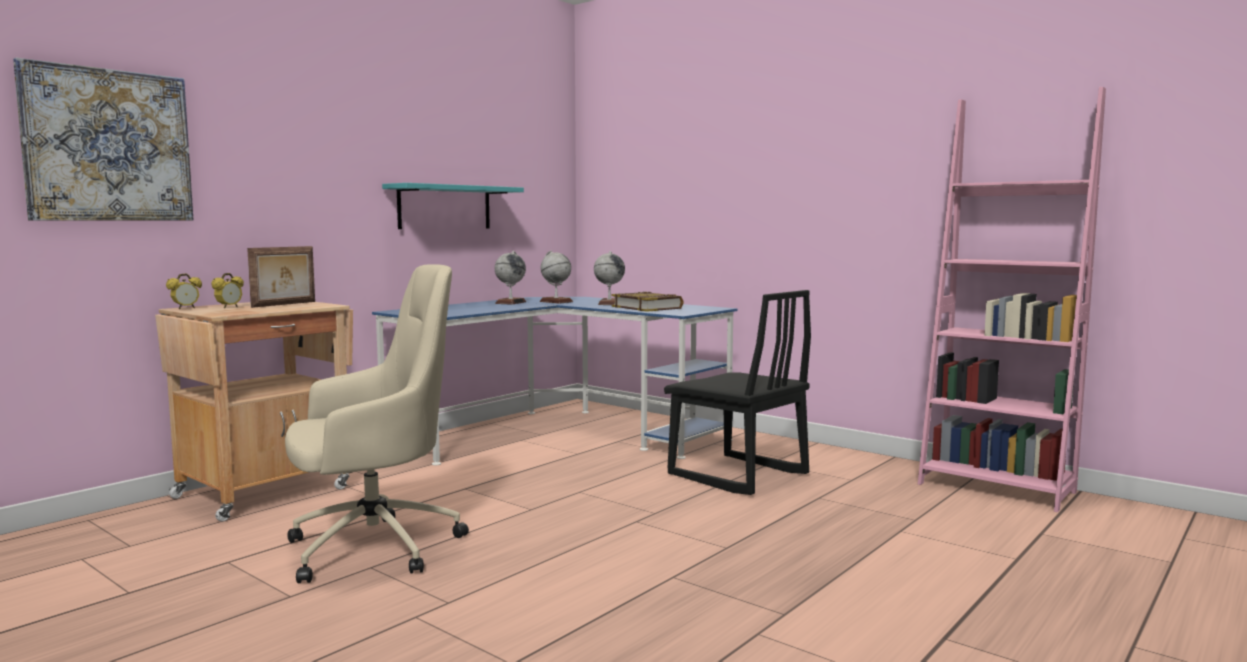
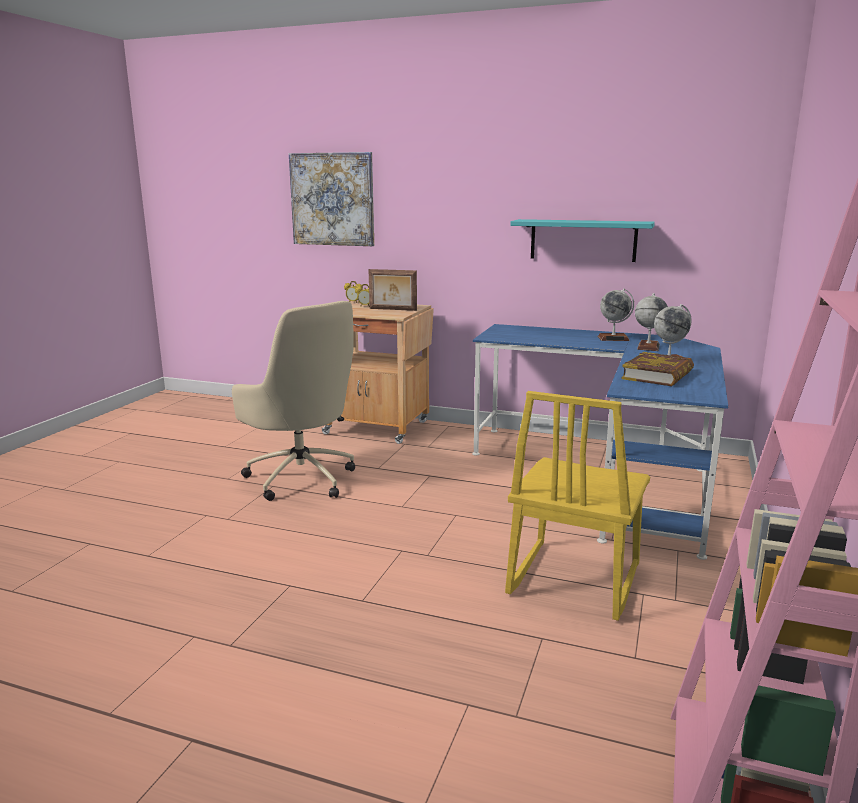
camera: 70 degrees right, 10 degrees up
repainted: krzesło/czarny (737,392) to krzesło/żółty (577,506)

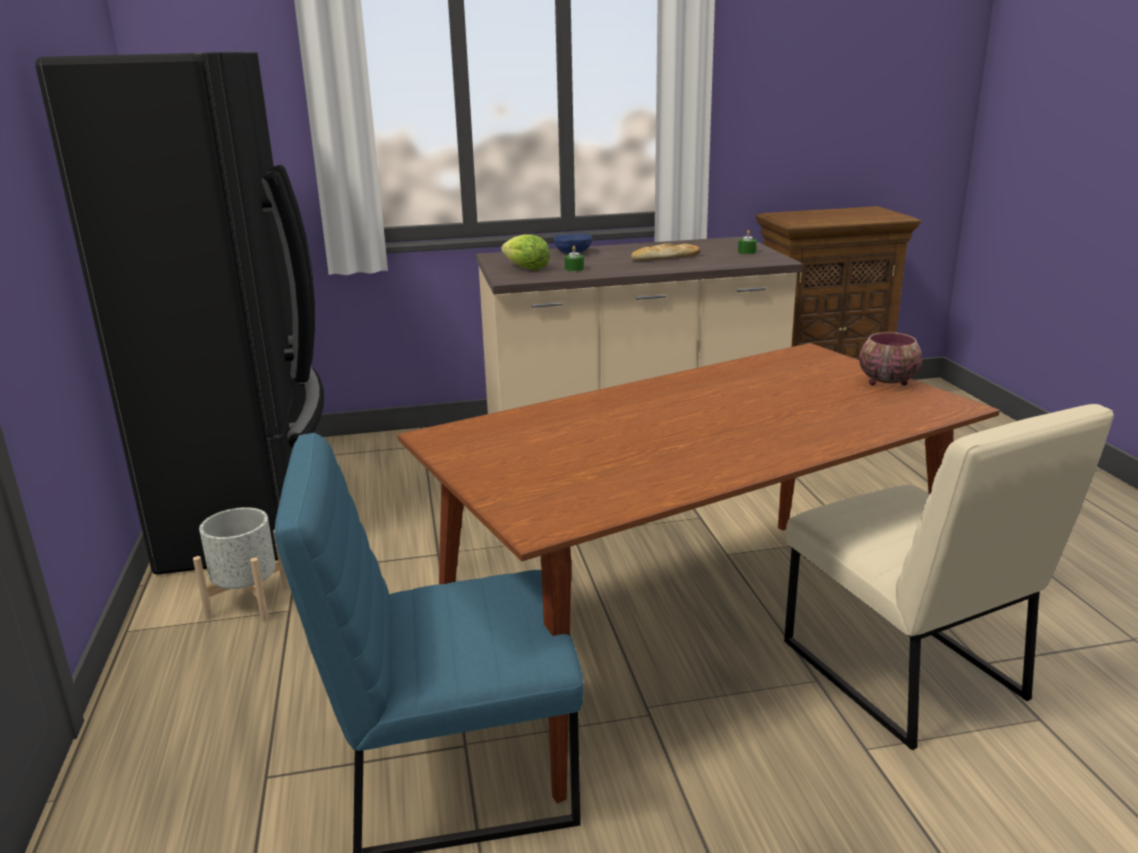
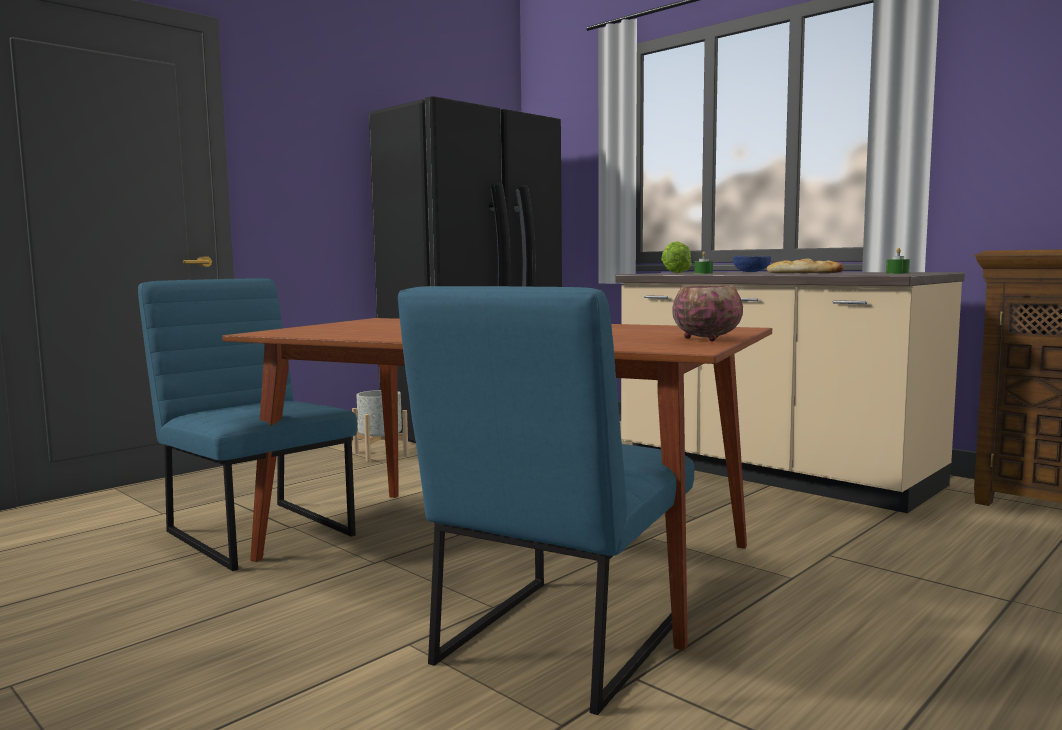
camera: 55 degrees right, 15 degrees down
repainted: krzesło/beżowy (949,577) to krzesło/niebieski (546,500)

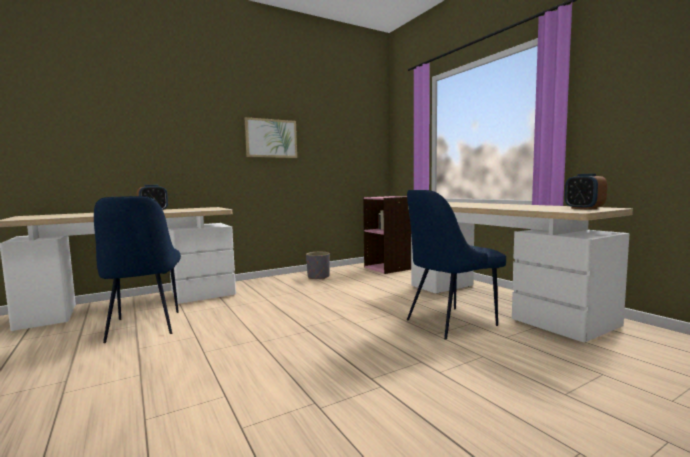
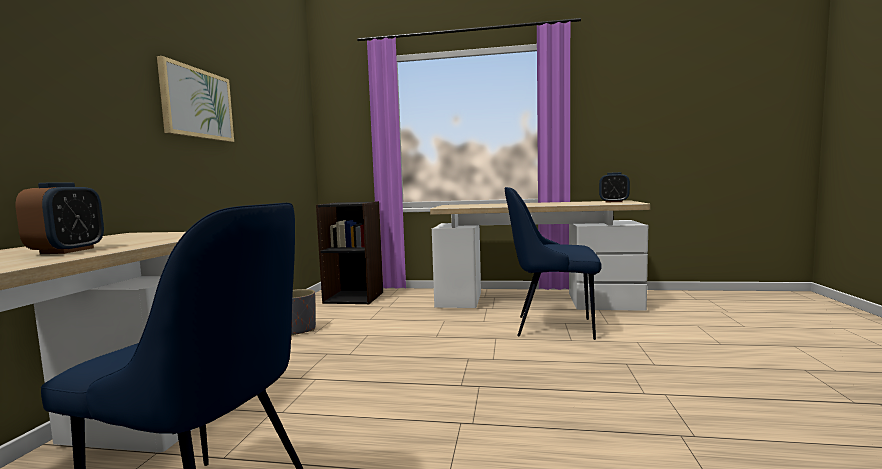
camera: 50 degrees left, 0 degrees up
repainted: regał/różowy (387,235) to regał/czarny (349,252)
rotated: krzesło/niebieski (456,265) = (553,263) 90 degrees clockwise

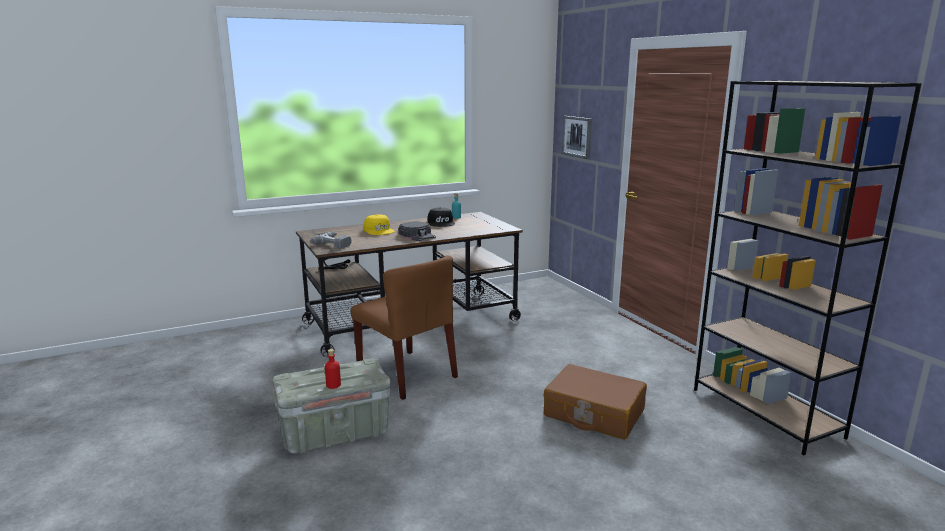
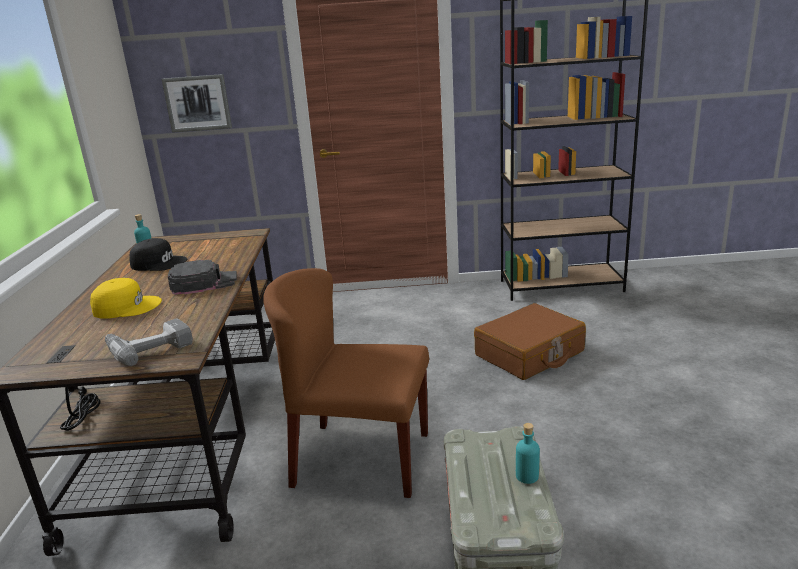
camera: 65 degrees left, 5 degrees up
repainted: butelka/czerwony (333,369) to butelka/turkusowy (528,453)
rotated: krzesło/brązowy (404,327) = (346,383) 150 degrees counterclockwise

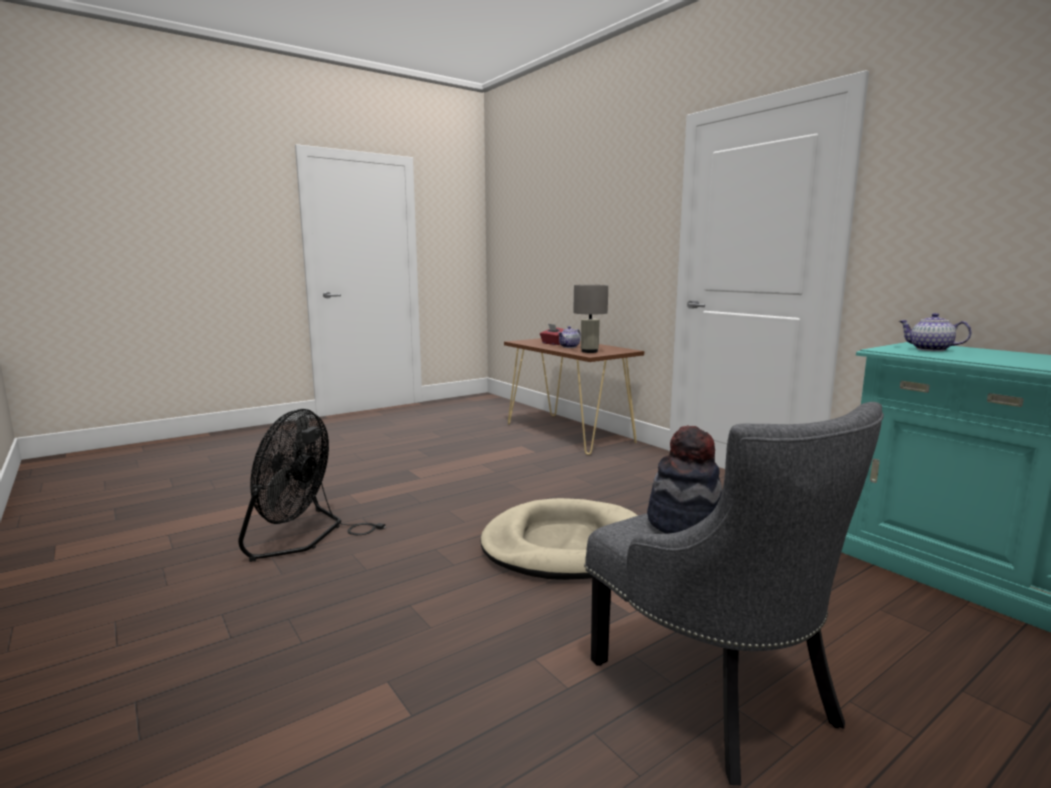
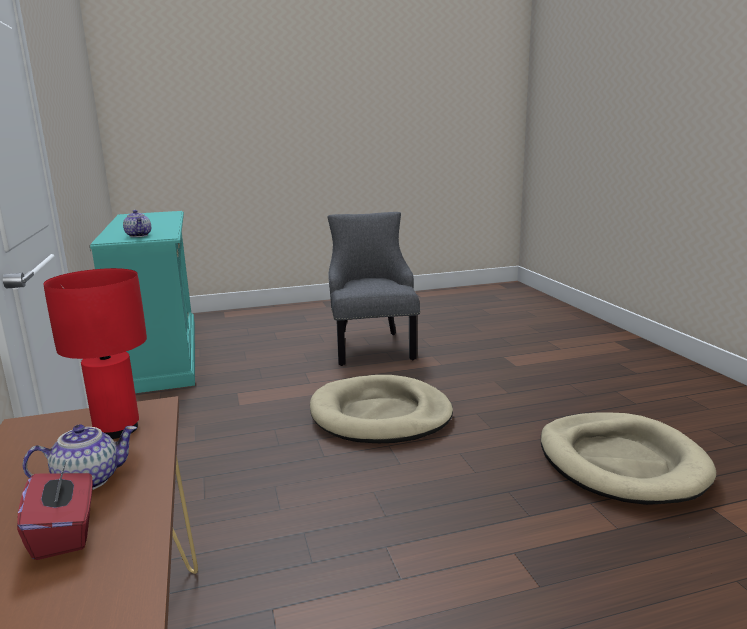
camera: 160 degrees left, 5 degrees up
gone: kapelusz (684,479)
swapped: wentylator/czarny (311,485) to legowisko/beżowy (628,458)
repainted: lampa stołowa/szary (591,319) to lampa stołowa/czerwony (95,353)

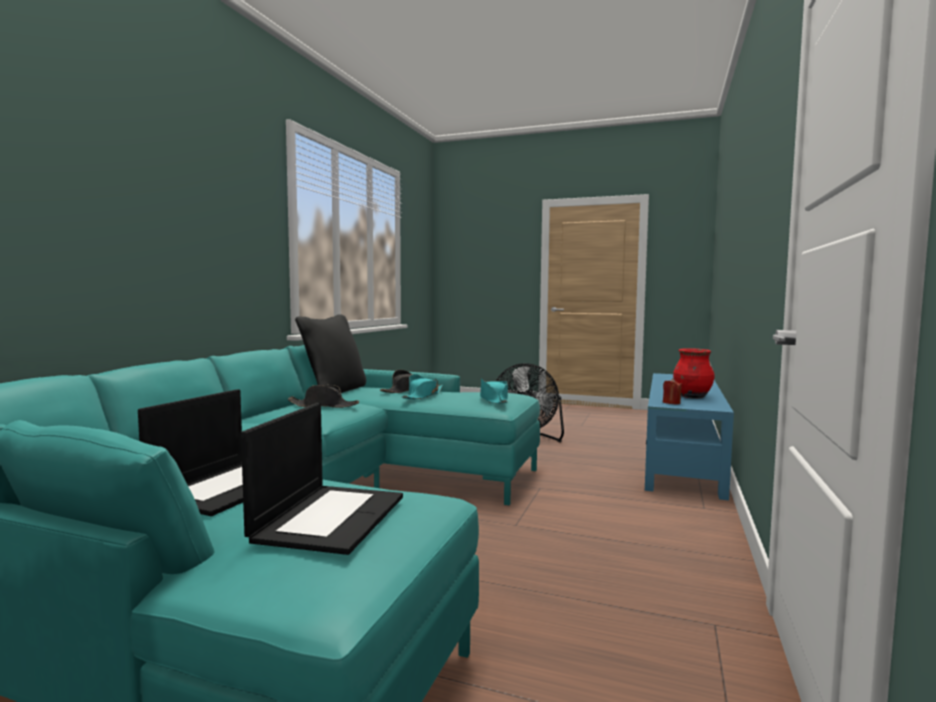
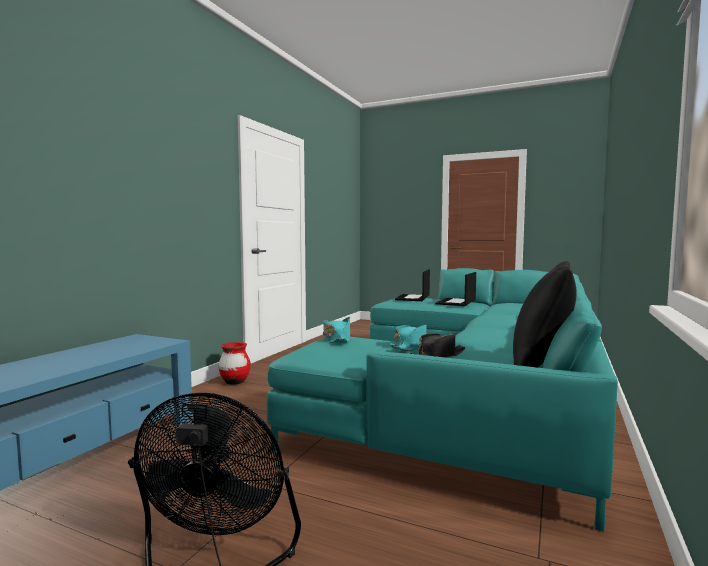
camera: 175 degrees left, 0 degrees up
gone: kapelusz/czarny (323,396); świeca/czerwony (672,391)
shifted: wazon/czerwony (694,373) to (234,363)

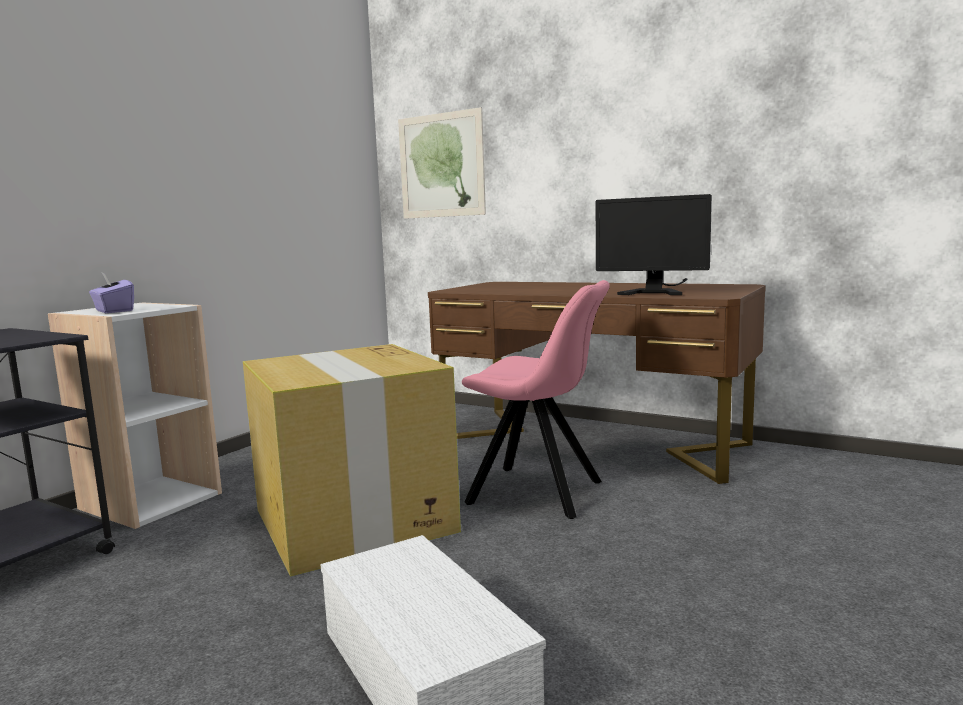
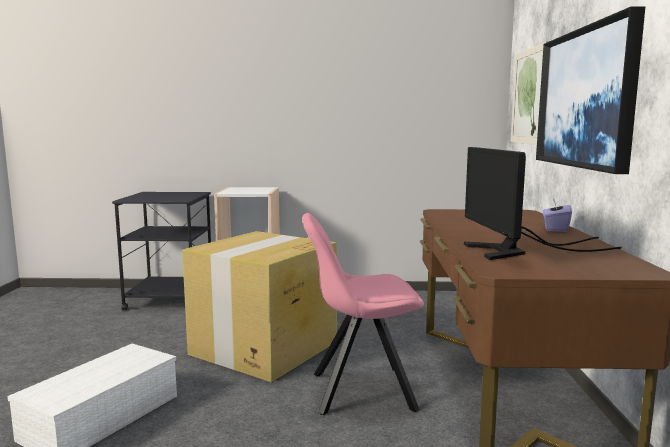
camera: 60 degrees right, 0 degrees up
new: obraz (590,90)
shifted: pudełko chusteczek/fioletowy (111,292) to (557,215)
rotated: krzesło/różowy (536,399) = (363,314) 90 degrees clockwise

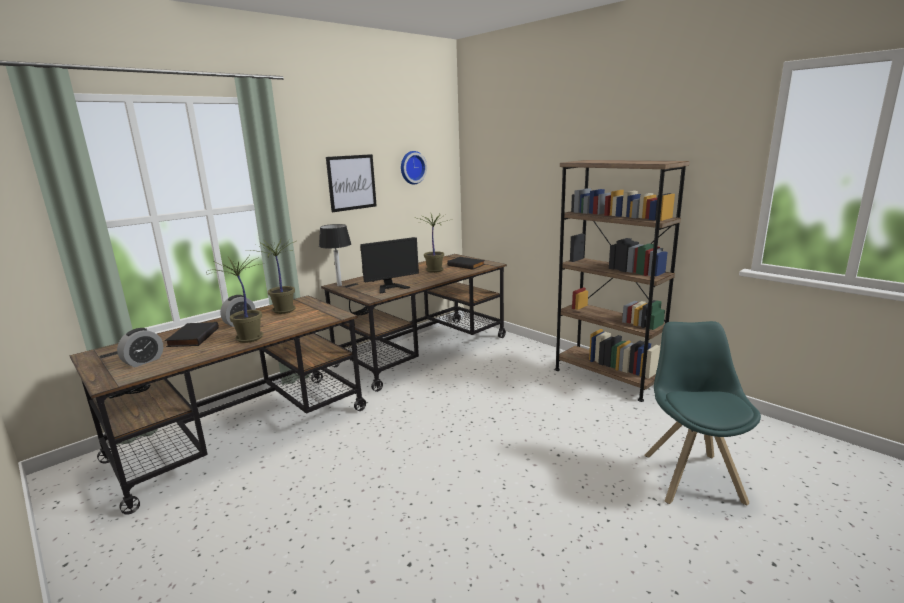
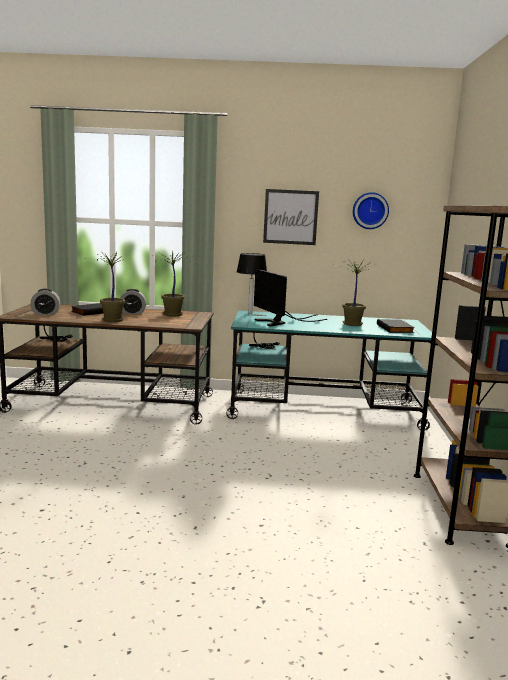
camera: 45 degrees right, 5 degrees down
gone: krzesło/turkusowy (702,413)
repainted: biurko/brązowy (414,323) to biurko/turkusowy (331,370)
rotated: monitor (389,265) = (290,298) 45 degrees clockwise

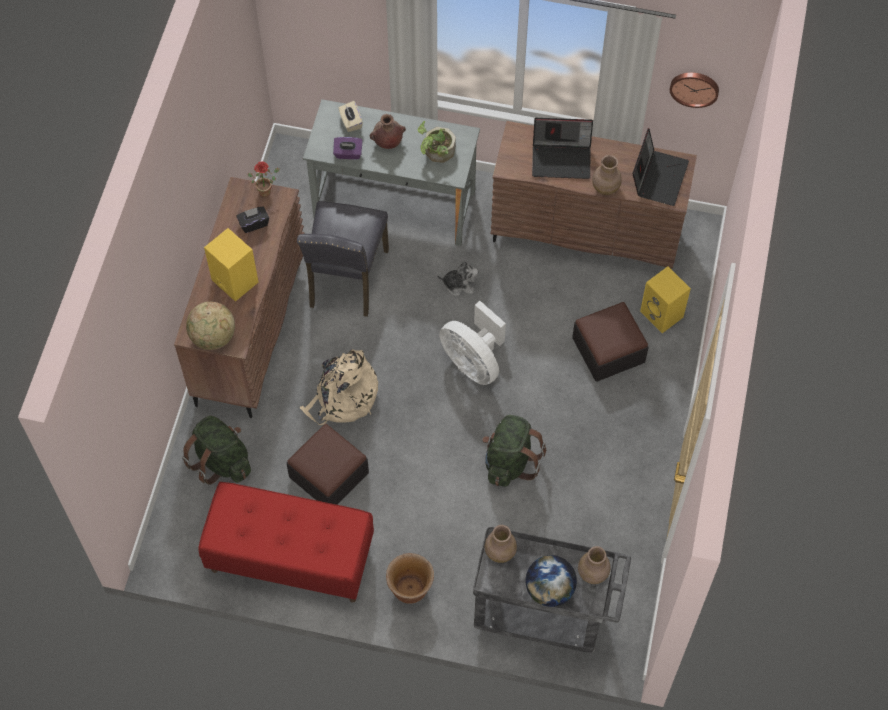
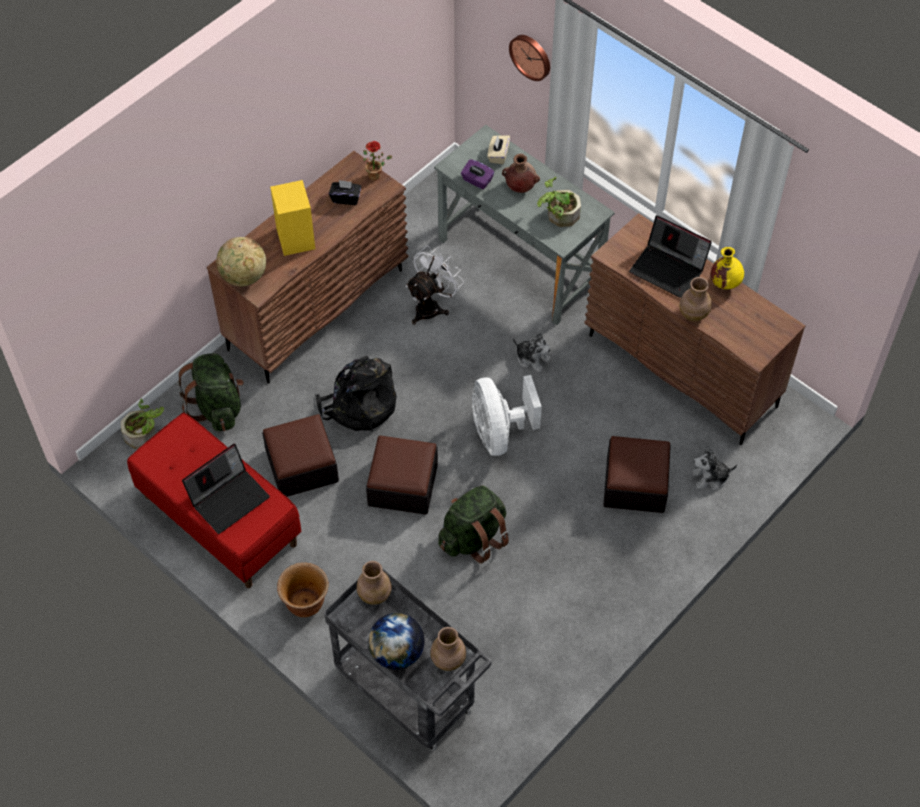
camera: 30 degrees right, 5 degrees down
new: roślina doniczkowa (142,424); pufa (402,475); wazon/żółty (727,268)
shifted: laptop (660,167) to (226,489); zegar ścienny (694,90) to (529,58)
swapped: krzesło/szary (343,259) to wentylator/biały (435,285); głośnik/żółty (665,299) to pluszak (714,467)
repainted: plecak/beżowy (338,387) to plecak/czarny (356,393)

